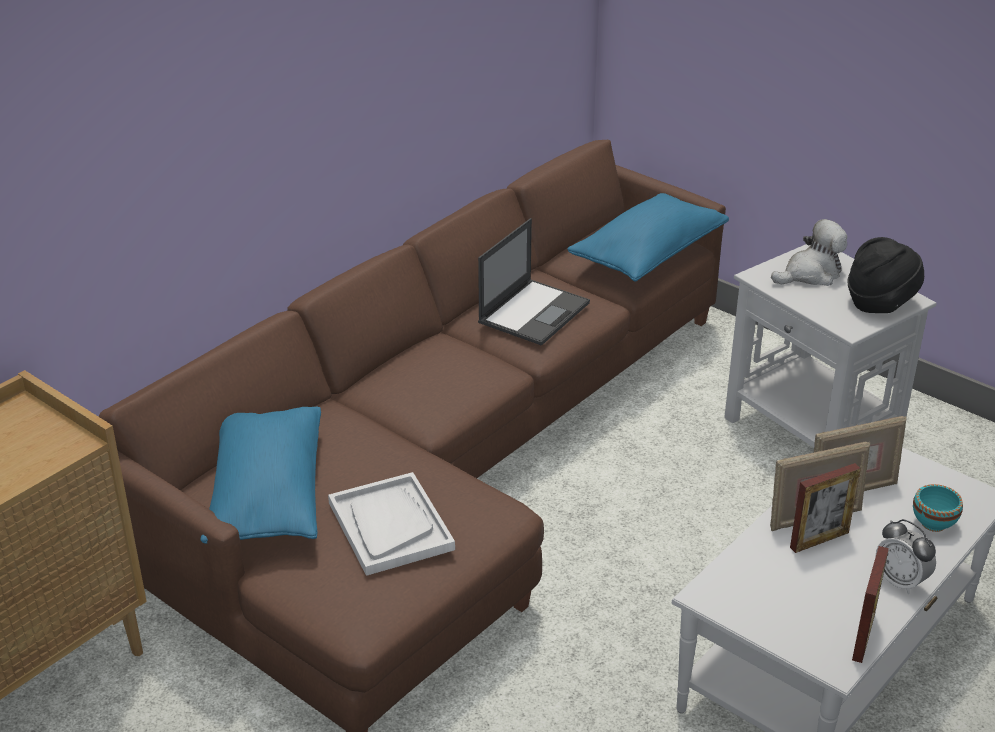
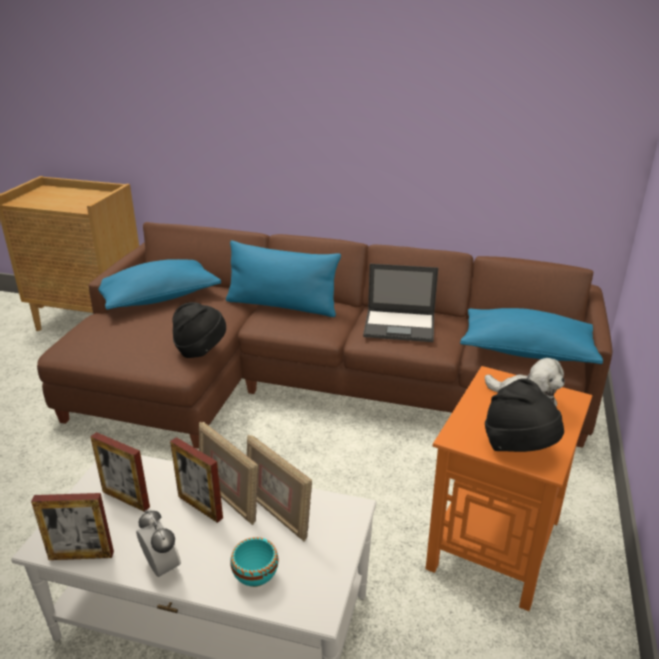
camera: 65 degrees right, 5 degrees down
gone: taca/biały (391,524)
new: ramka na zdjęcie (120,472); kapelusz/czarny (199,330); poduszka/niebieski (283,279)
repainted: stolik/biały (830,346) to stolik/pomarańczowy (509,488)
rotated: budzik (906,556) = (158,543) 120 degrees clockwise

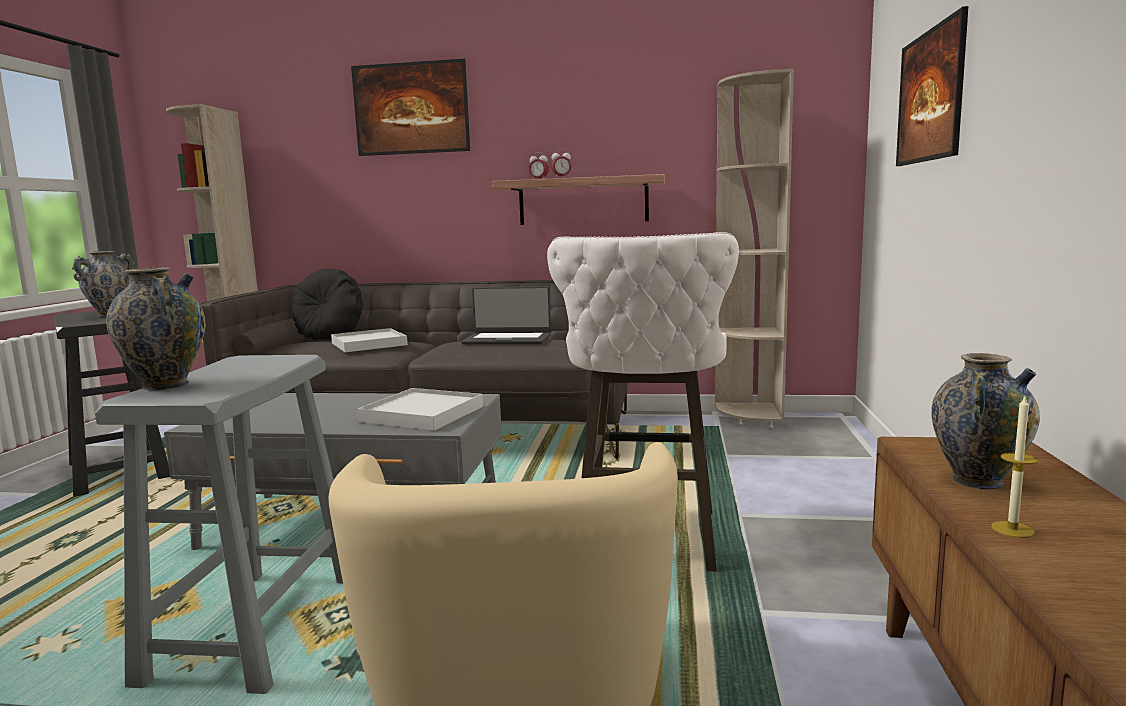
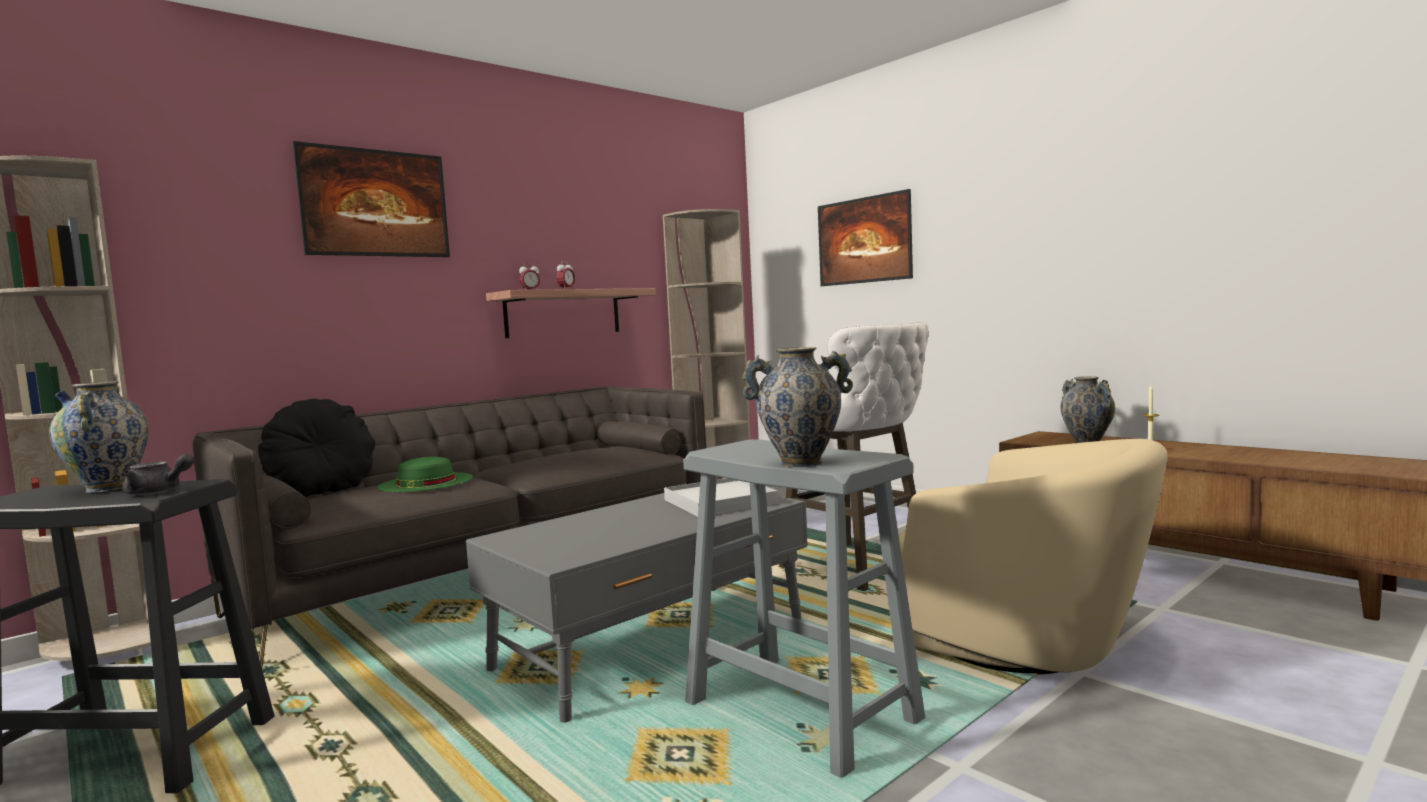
camera: 50 degrees left, 5 degrees down
gone: laptop (506,315)
new: imbryk/szary (158,474)
swapped: taca/biały (369,340) to kapelusz/zielony (425,474)

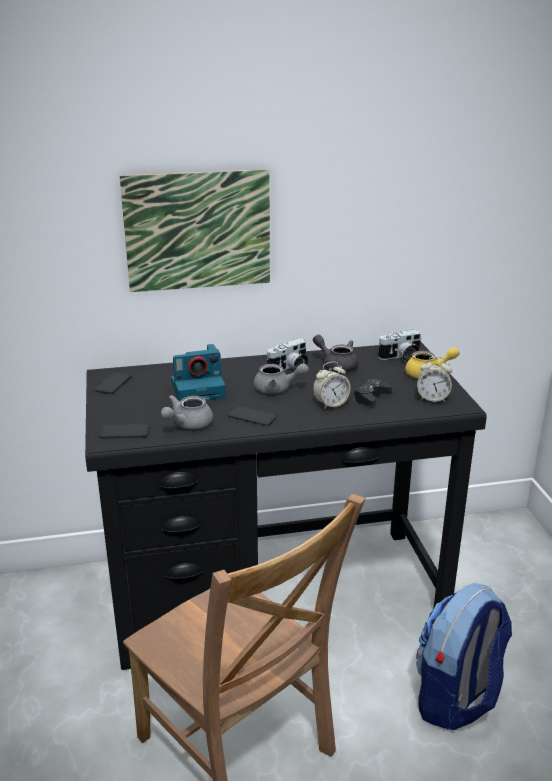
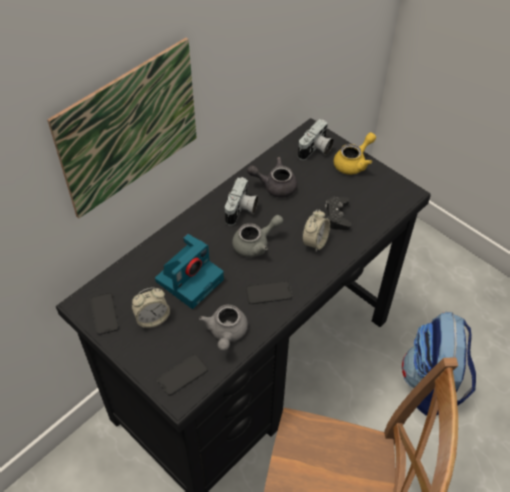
camera: 35 degrees left, 25 degrees up
shifted: budzik (434,379) to (150,307)

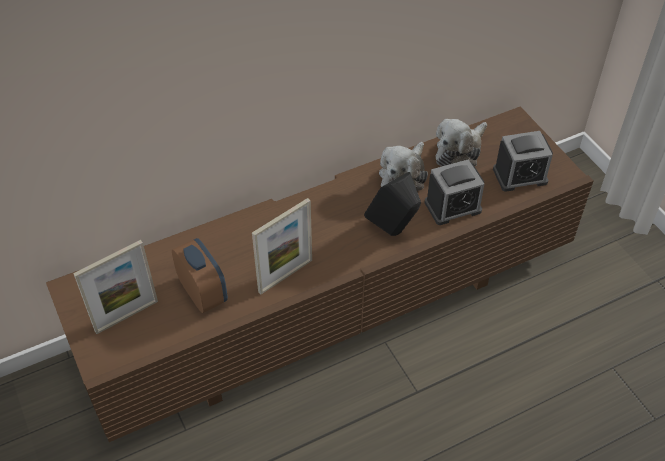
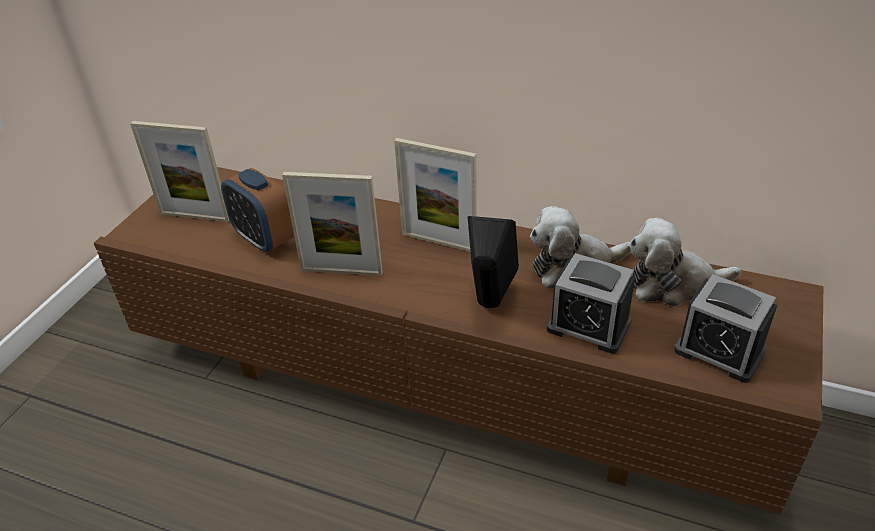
camera: 50 degrees right, 10 degrees down
new: ramka na zdjęcie (435,194)
rotated: budzik (200,275) = (257,210) 120 degrees clockwise

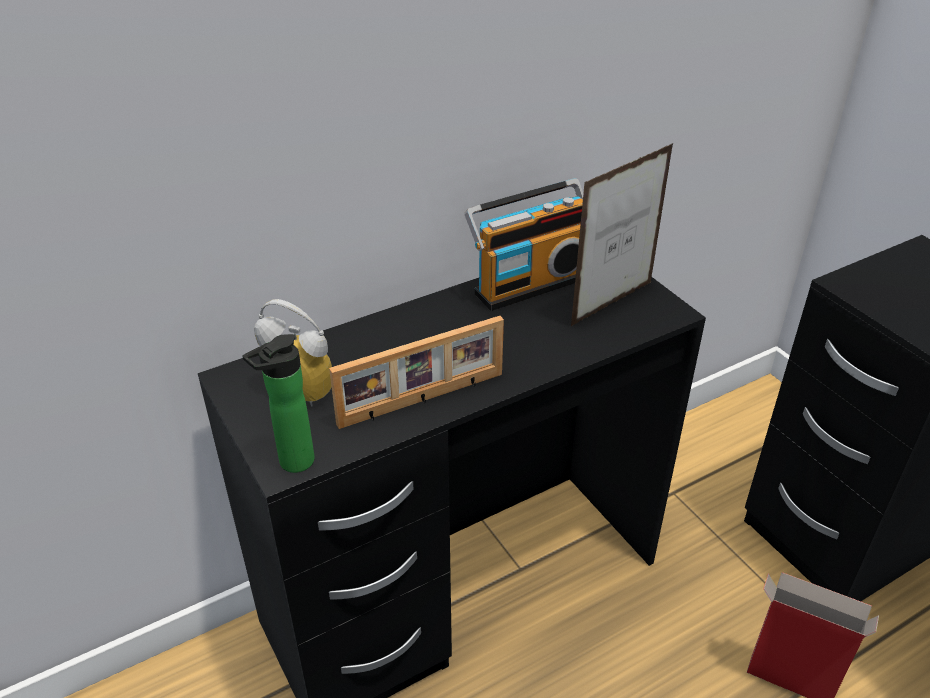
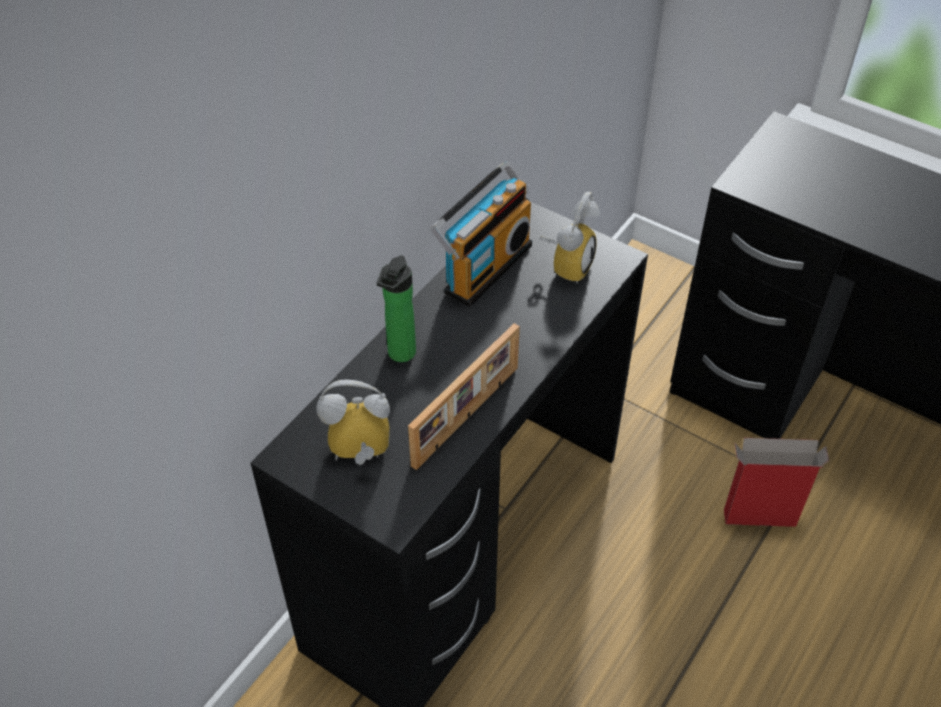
camera: 25 degrees left, 10 degrees up
shifted: butelka (278,403) to (396,308)
swapped: ramka na zdjęcie (622,234) to budzik (569,238)

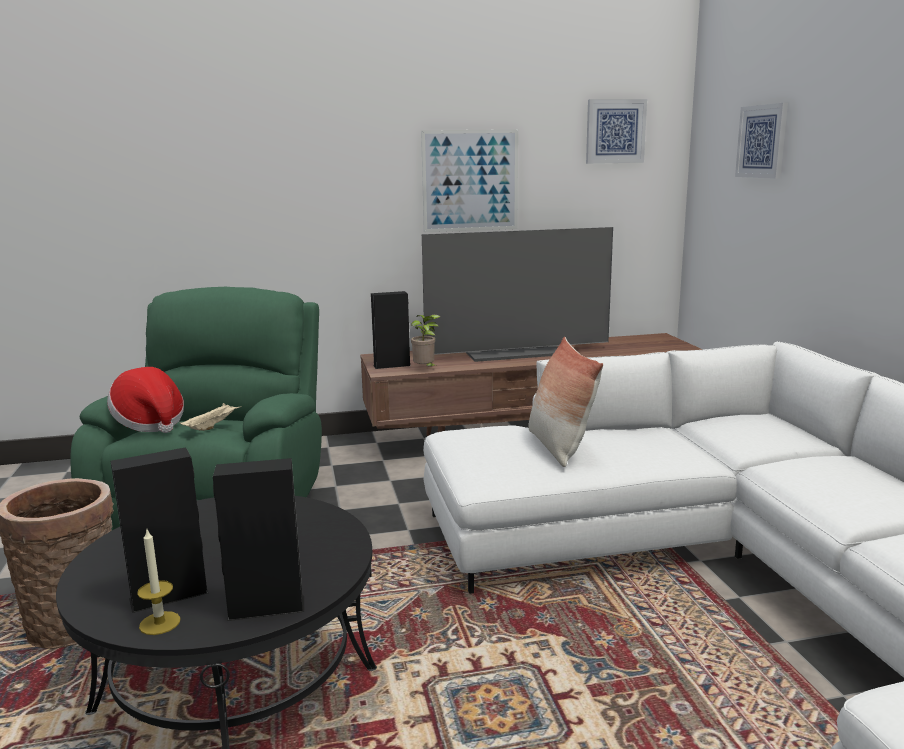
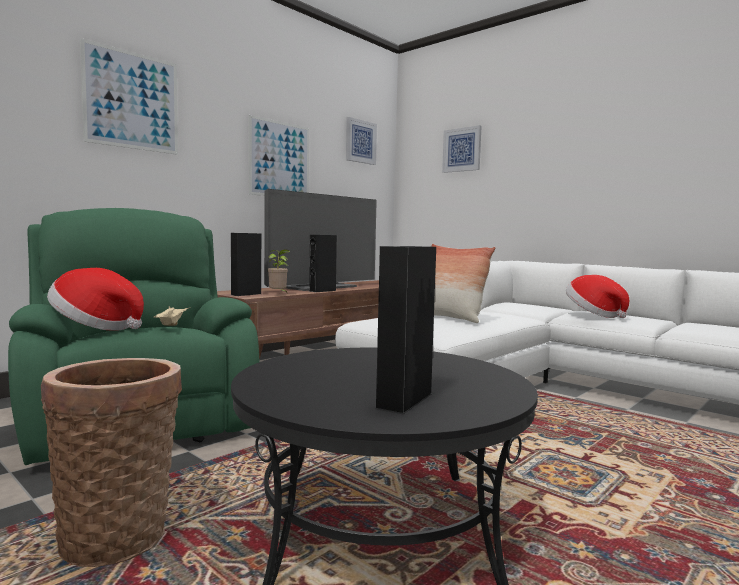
camera: 35 degrees left, 10 degrees down
gone: świeca (158,582)
new: obraz (129,96); kapelusz (597,296)
shifted: głośnik/czarny (258,539) to (323,263)

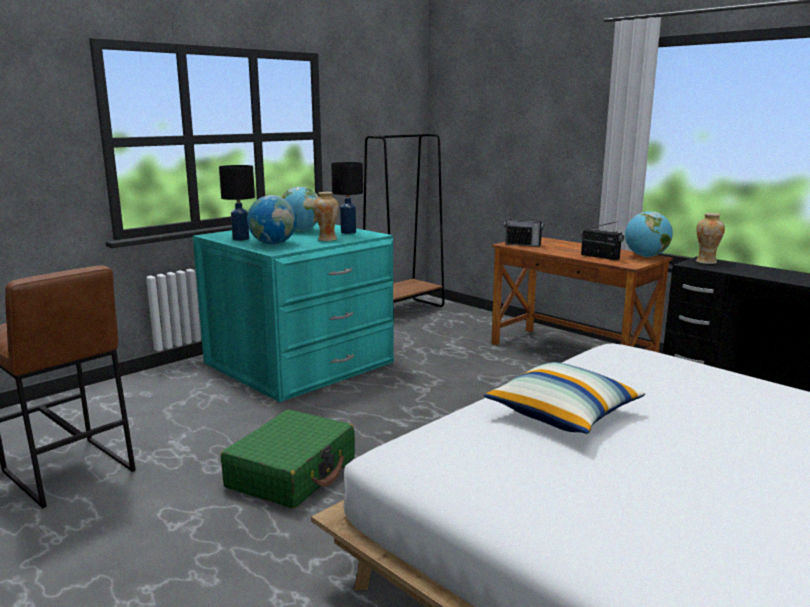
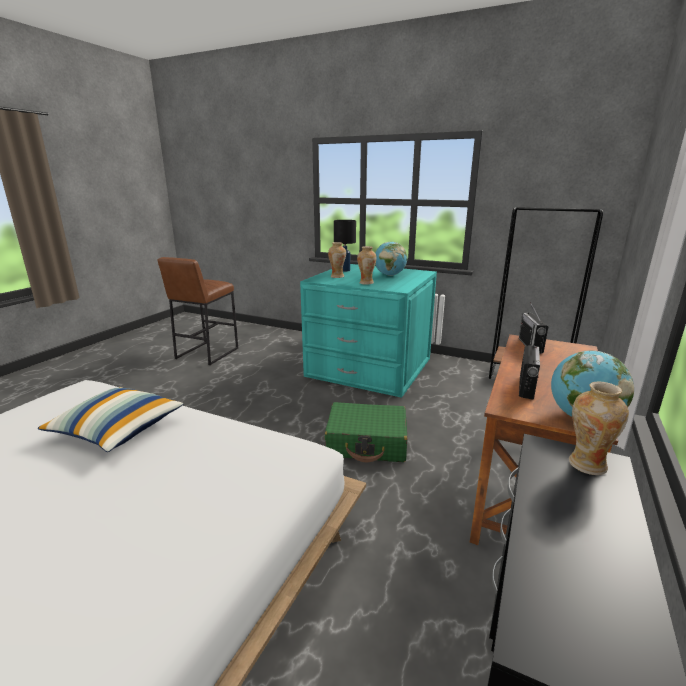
camera: 70 degrees right, 5 degrees up
gone: lampa stołowa/czarny (347,198)
shifted: walizka/zielony (288,459) to (366,432)
swapped: globus (272,220) to wazon (337,260)

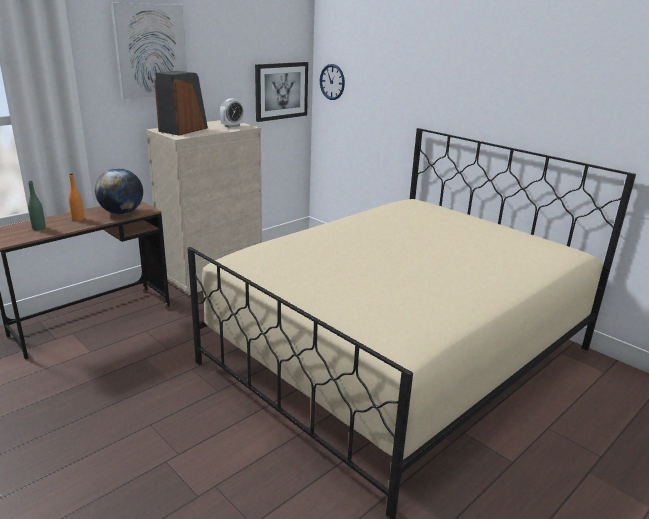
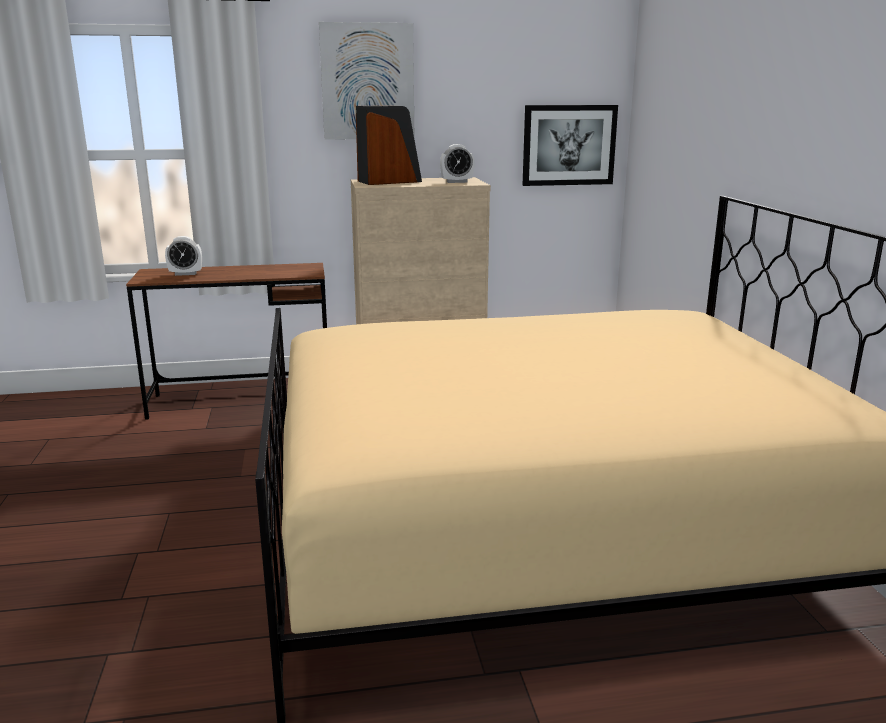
camera: 35 degrees right, 5 degrees down
gone: butelka/pomarańczowy (76,197); globus (119,191); zegar ścienny (332,82)
swapped: butelka/zielony (36,205) to budzik (183,256)

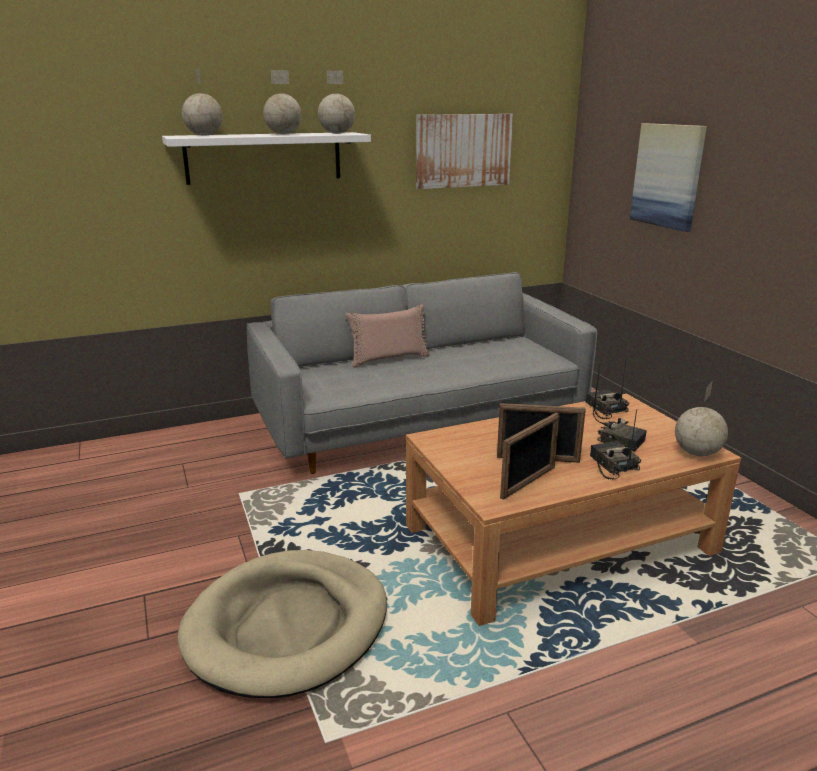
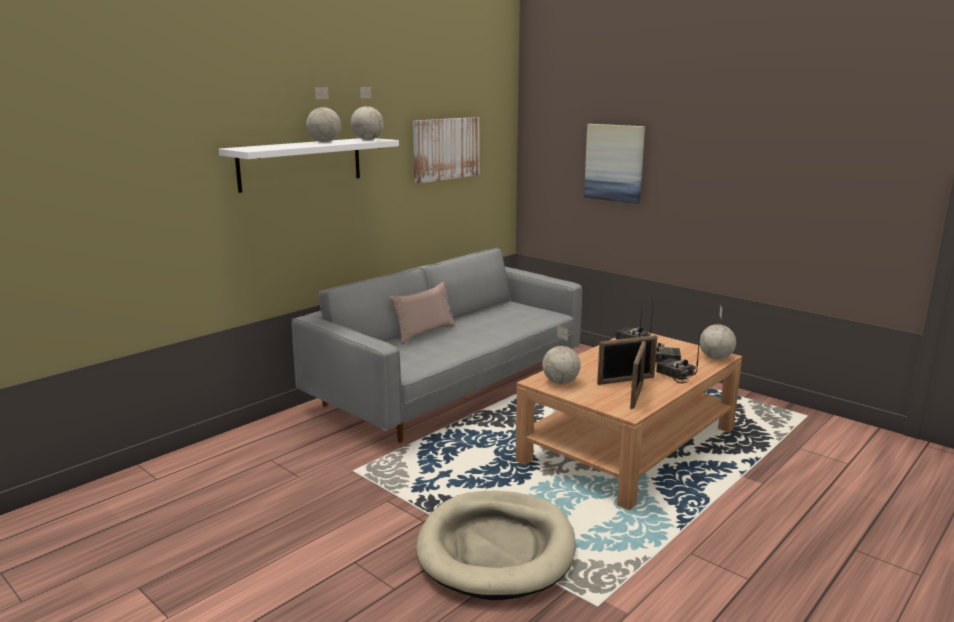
camera: 25 degrees left, 5 degrees down
shifted: globus (202,102) to (561,354)

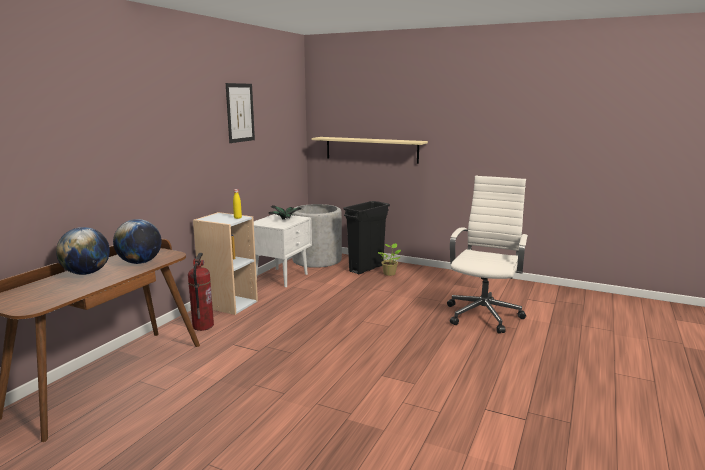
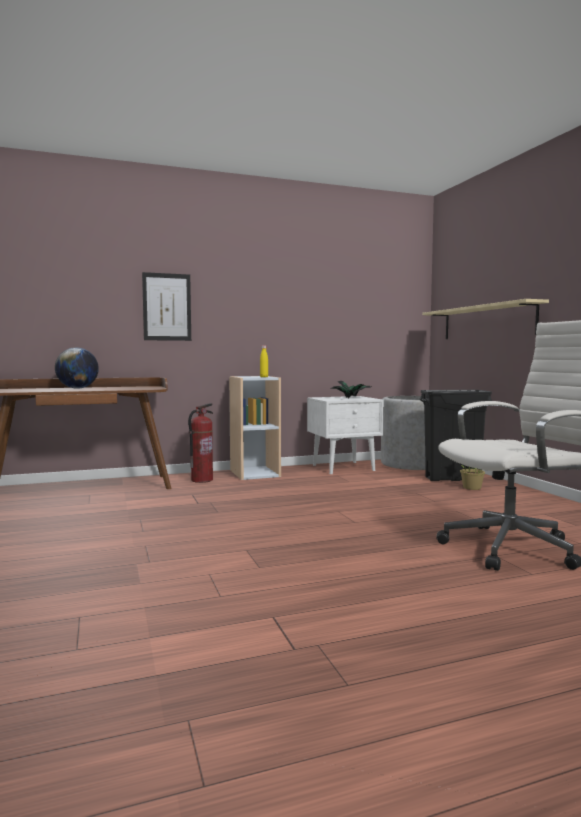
camera: 45 degrees right, 10 degrees down
gone: globus (137,241)
shifted: obraz (240,113) to (166,306)

